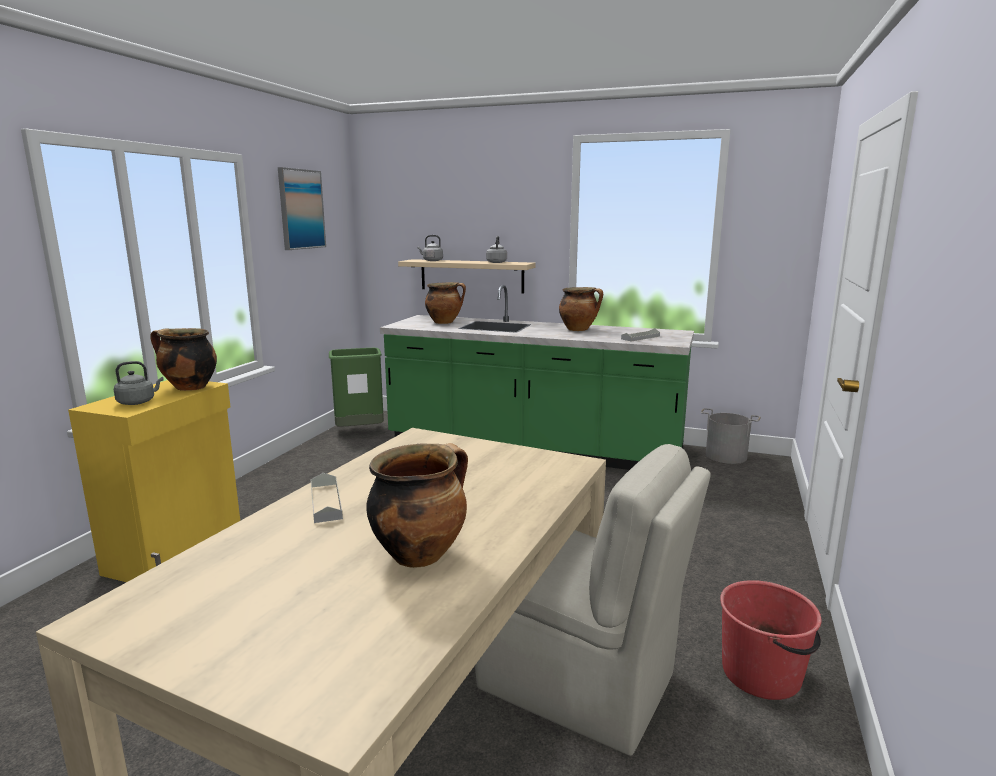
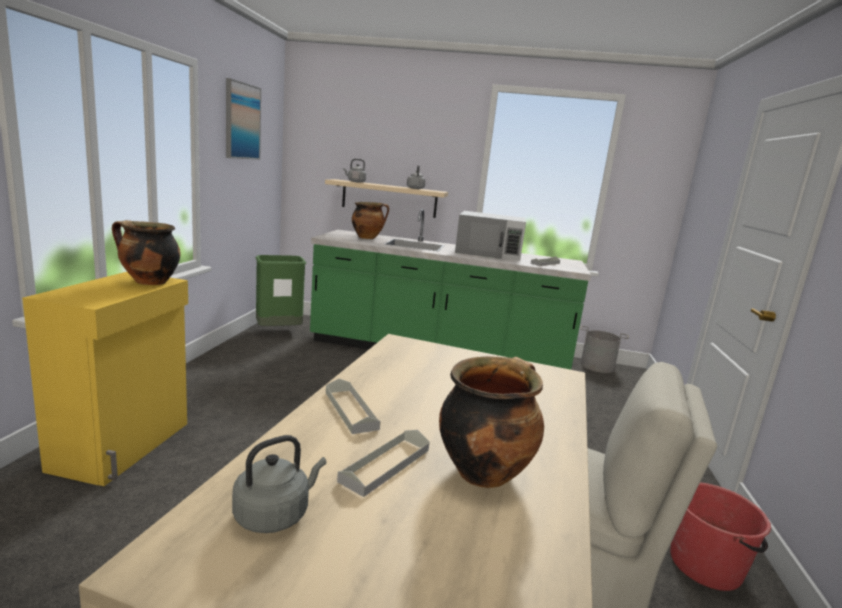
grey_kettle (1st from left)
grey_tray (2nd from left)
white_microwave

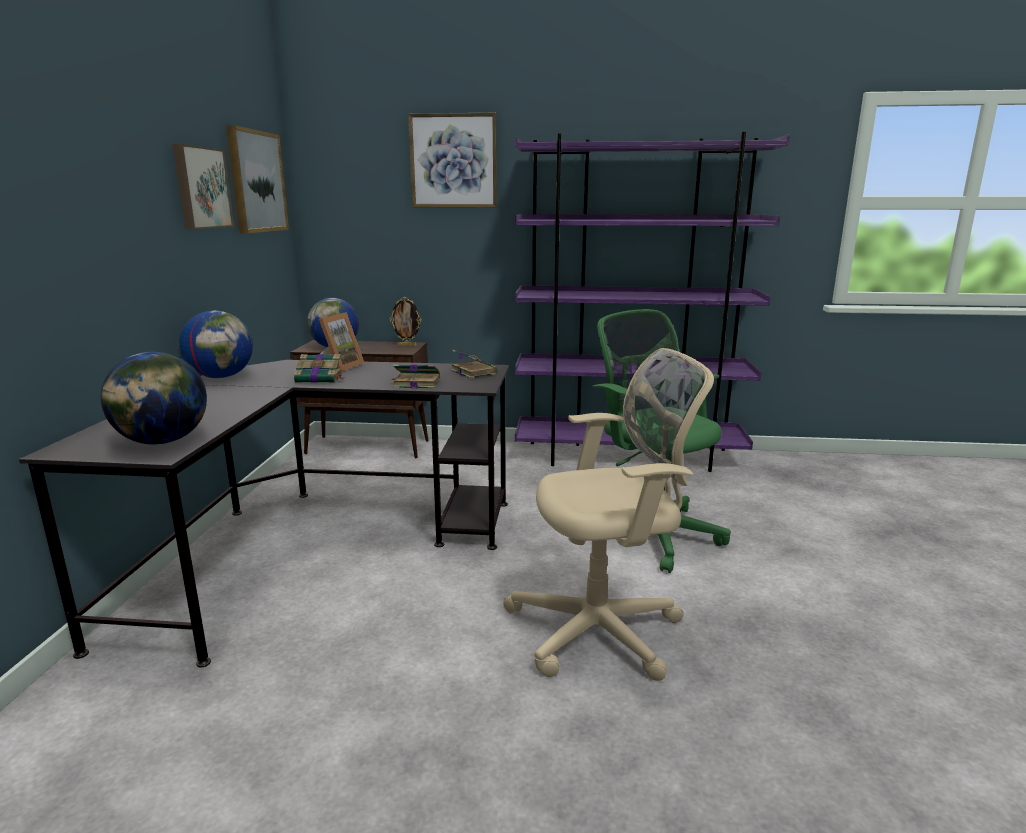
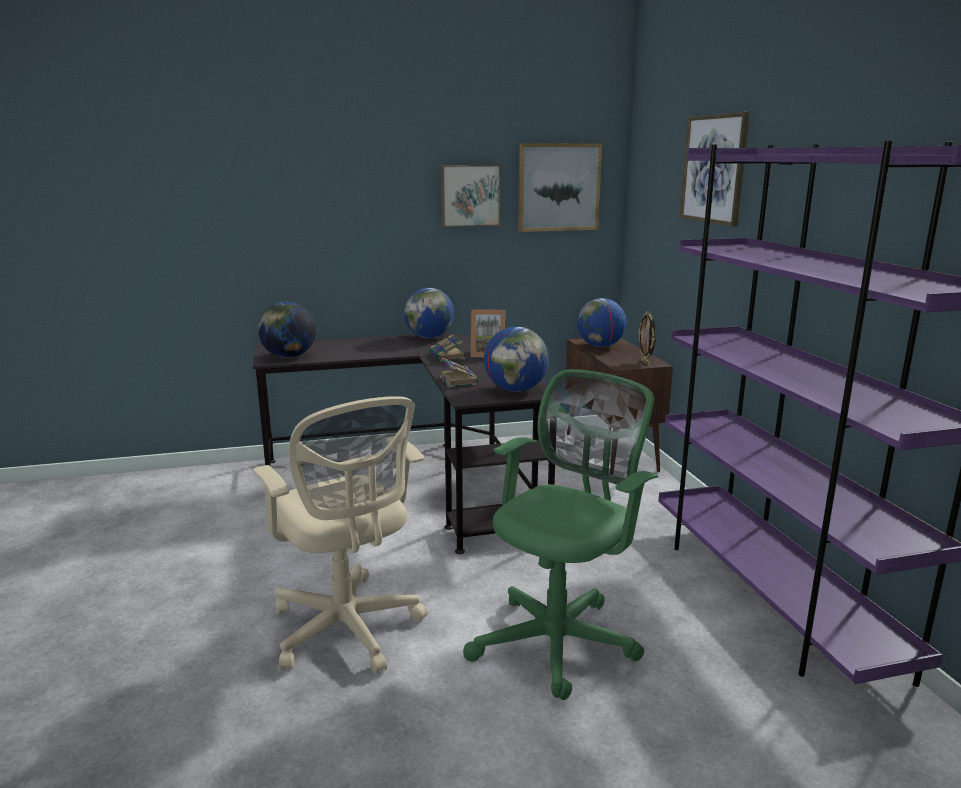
globe (3rd from left)

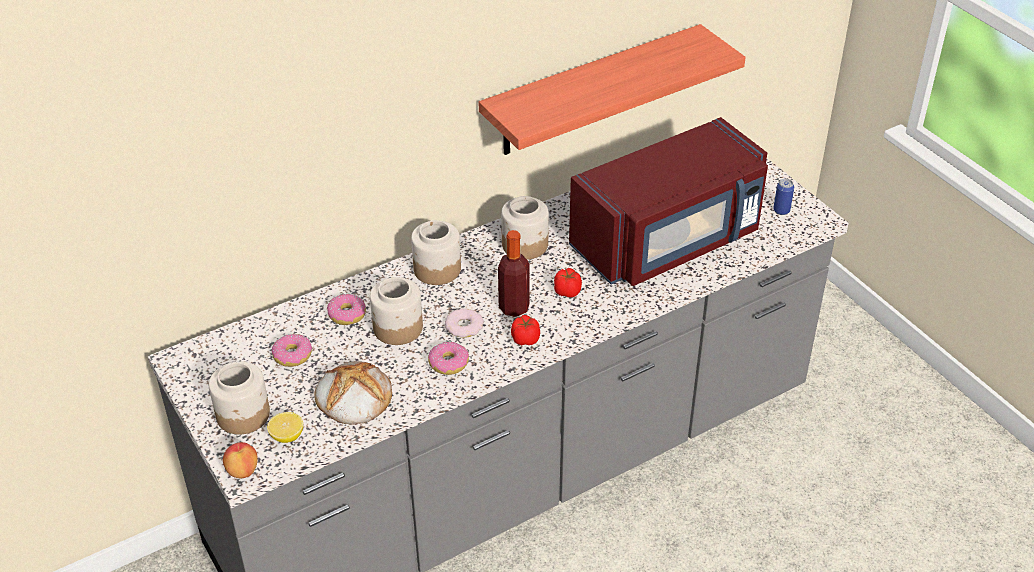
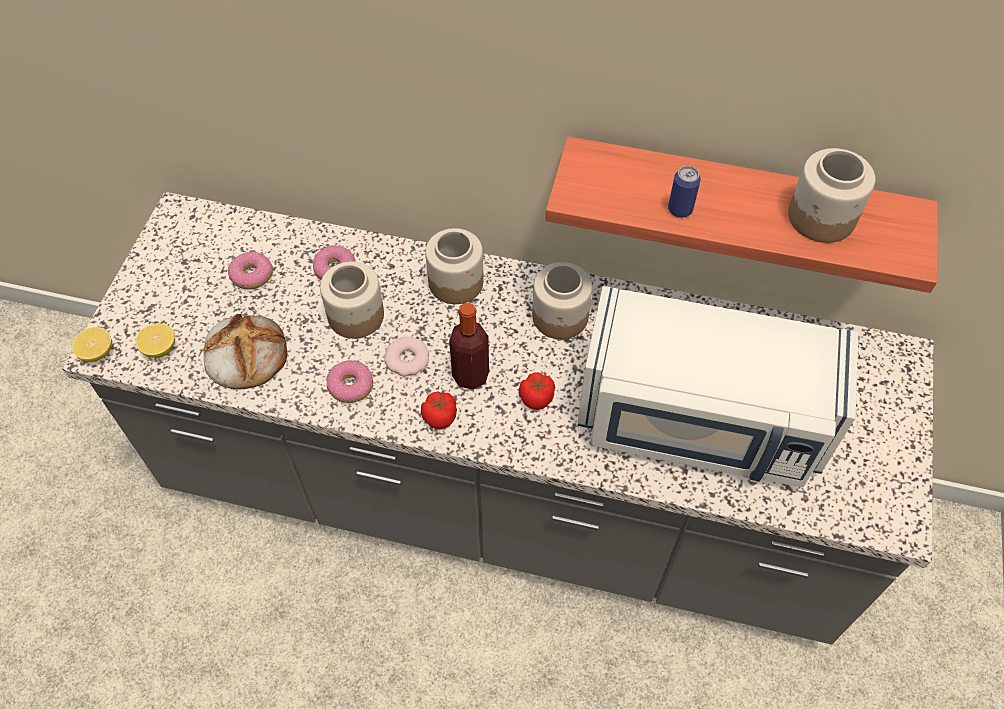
lemon (1st from left)
white_microwave
can
jar (4th from left)

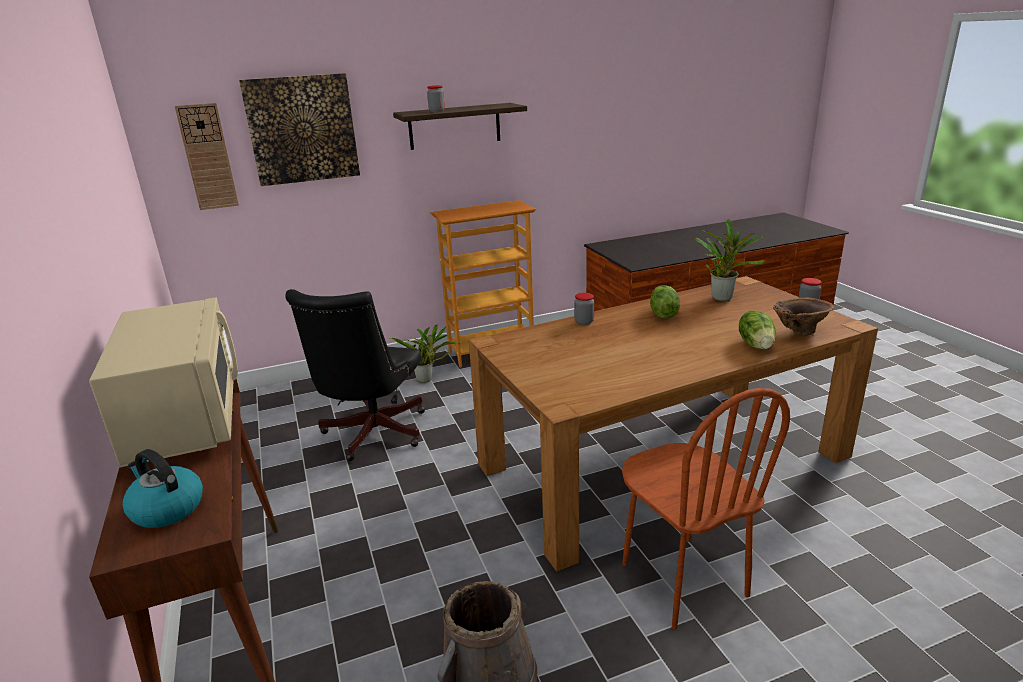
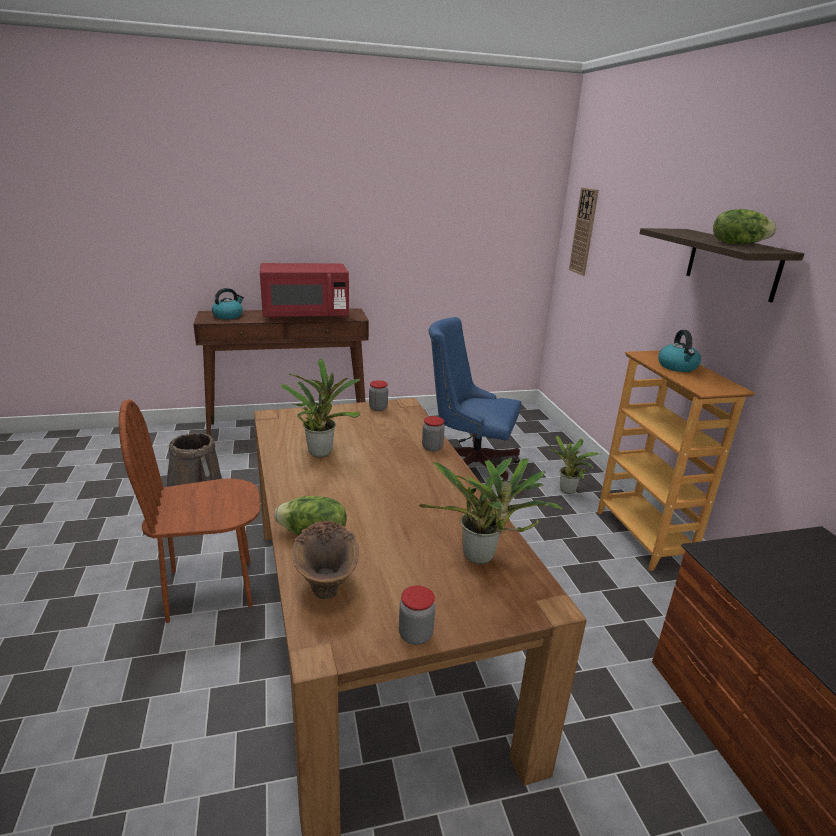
red_microwave
potted_plant (1st from left)
jar (1st from left)
blue_office_chair
kettle (2nd from left)
lettuce (2nd from left)
picture

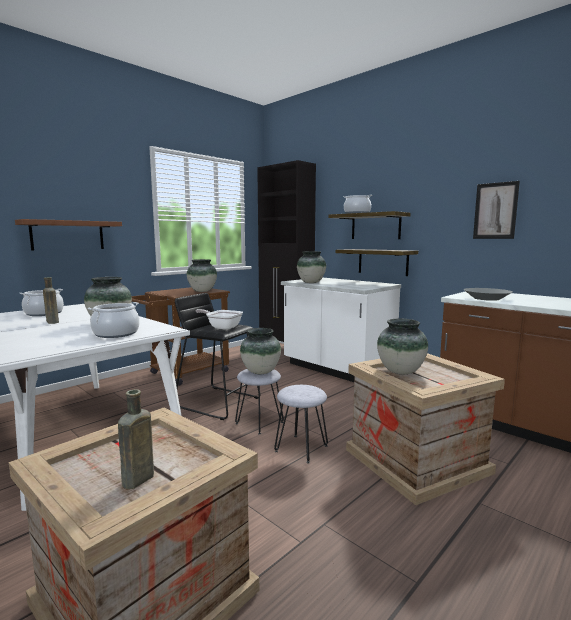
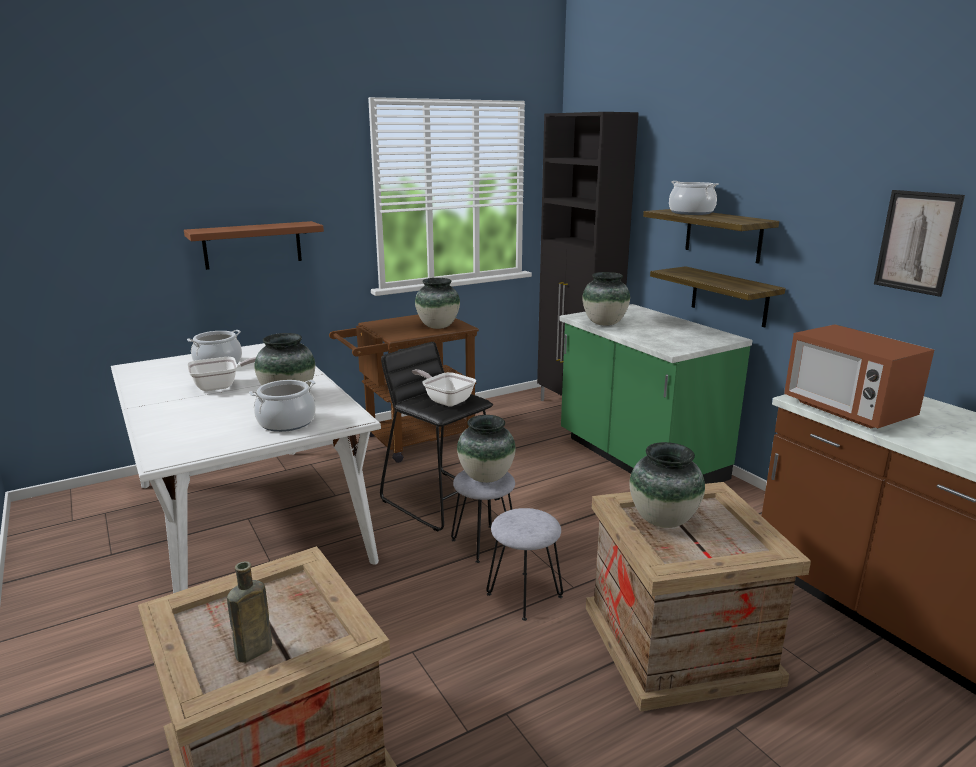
frying_pan (1st from left)
green_counter
microwave

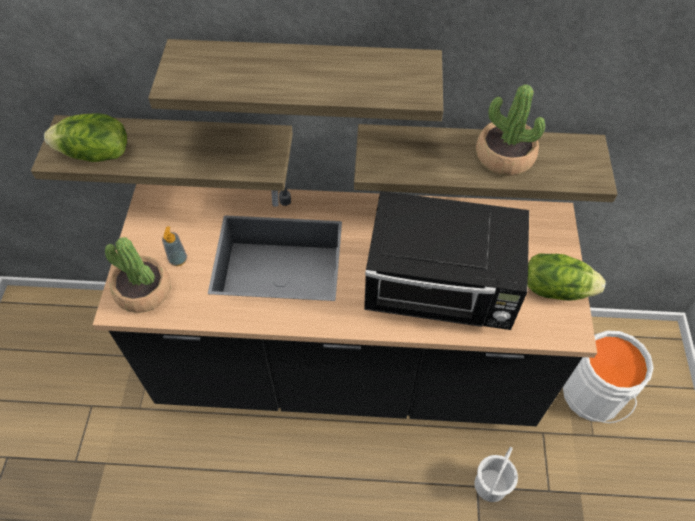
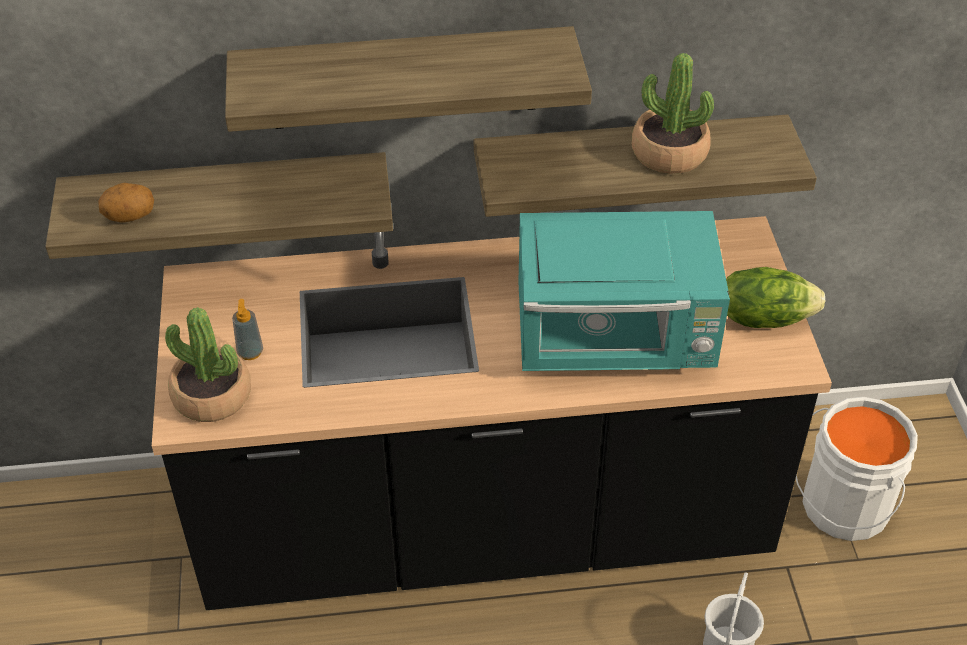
potato
turquoise_microwave

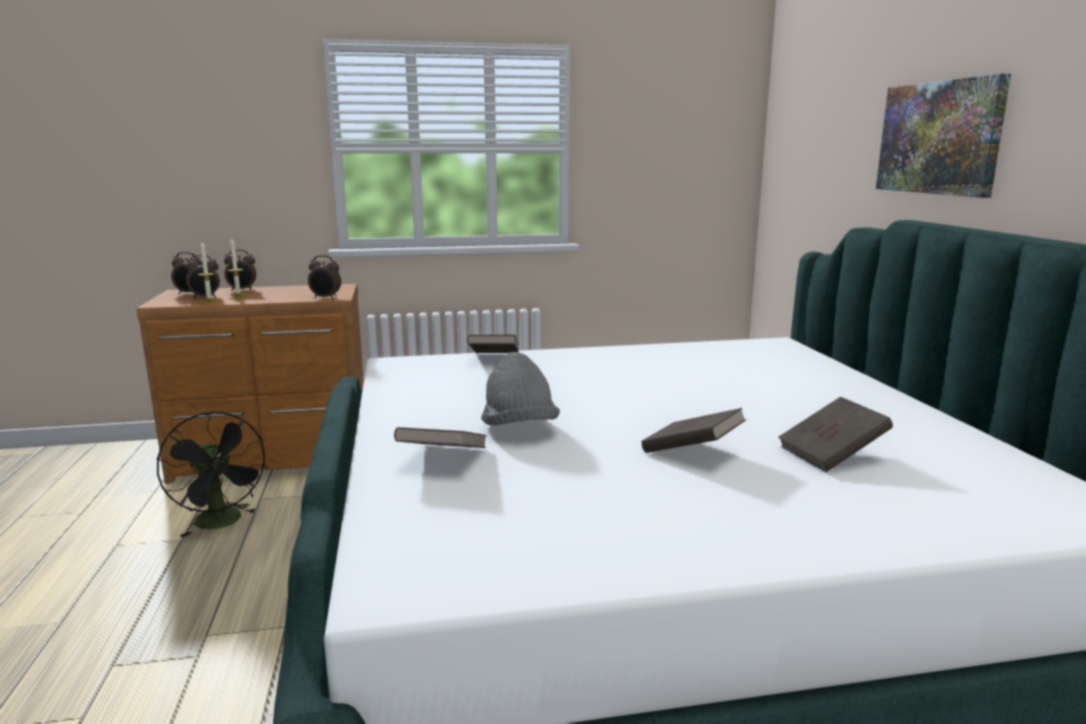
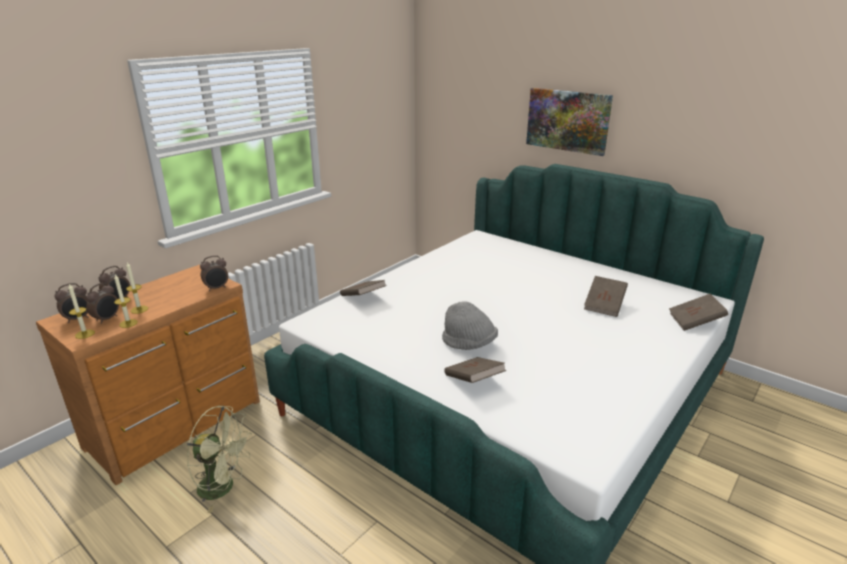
candle (1st from left)
green_fan
brown_book (4th from left)

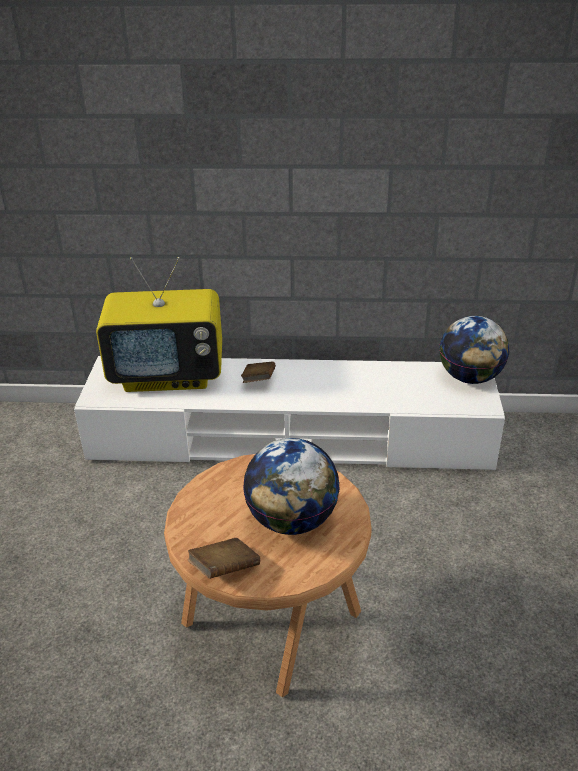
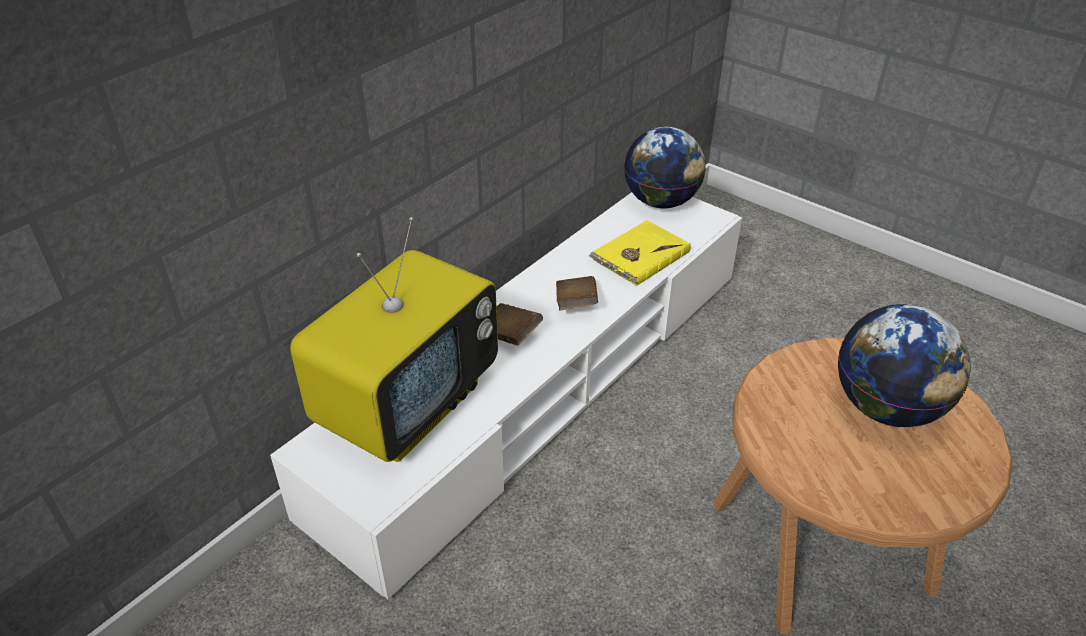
brown_book (2nd from left)
yellow_book

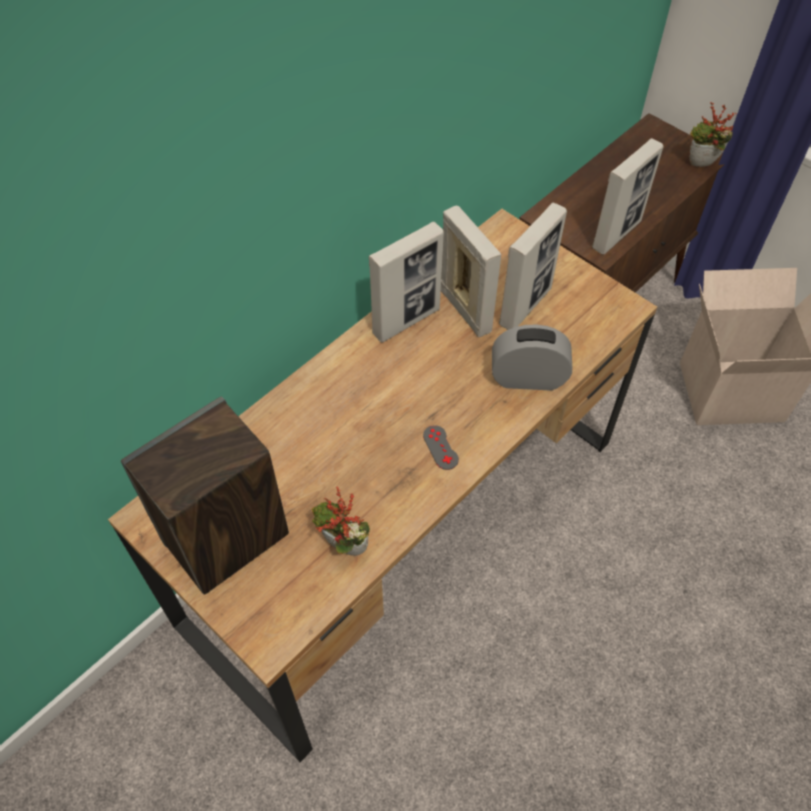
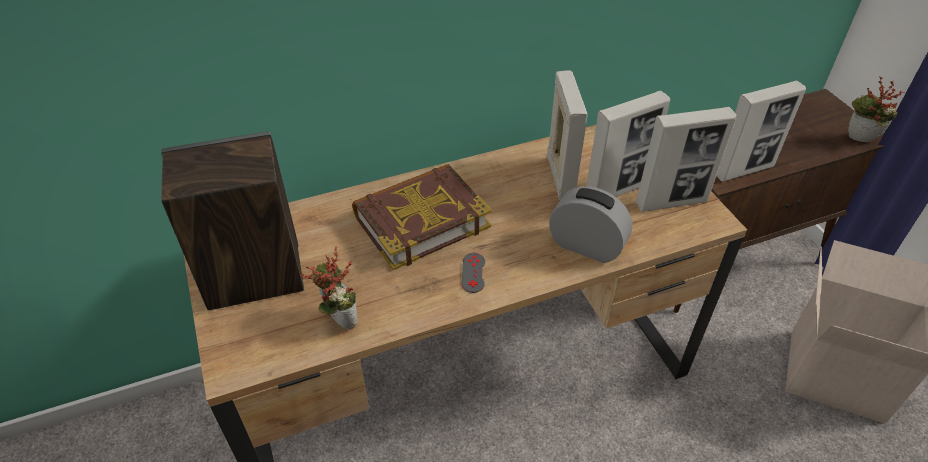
book
picture_frame (3rd from left)

